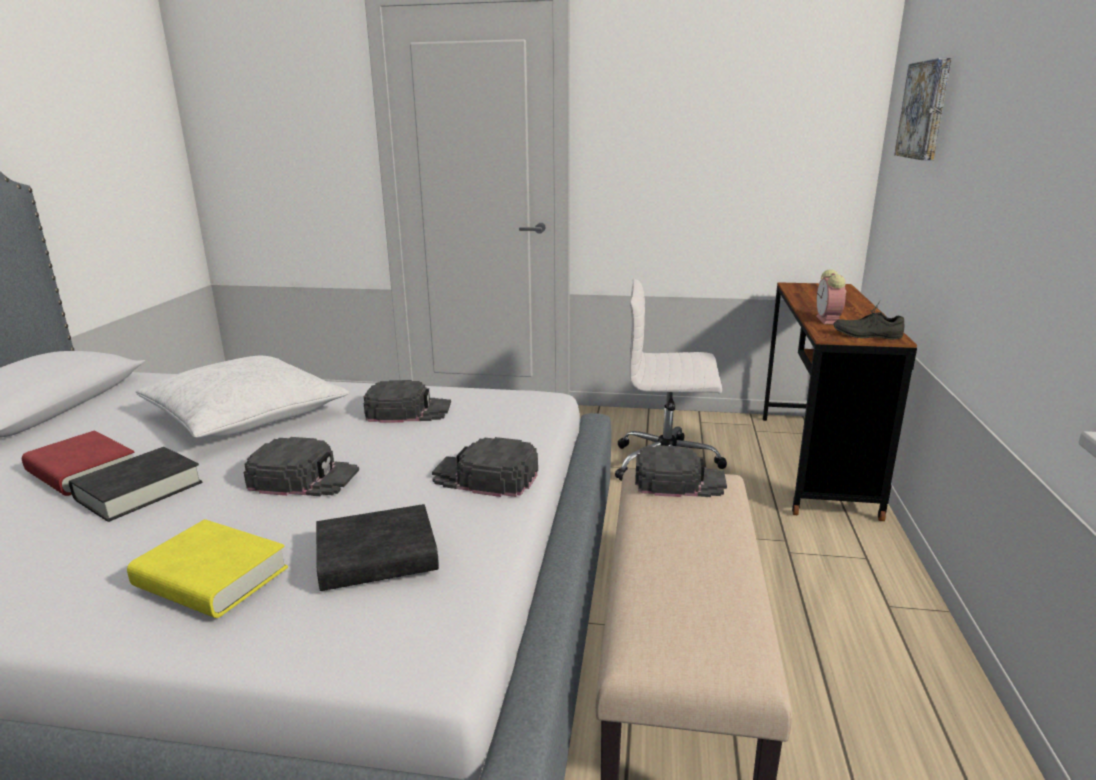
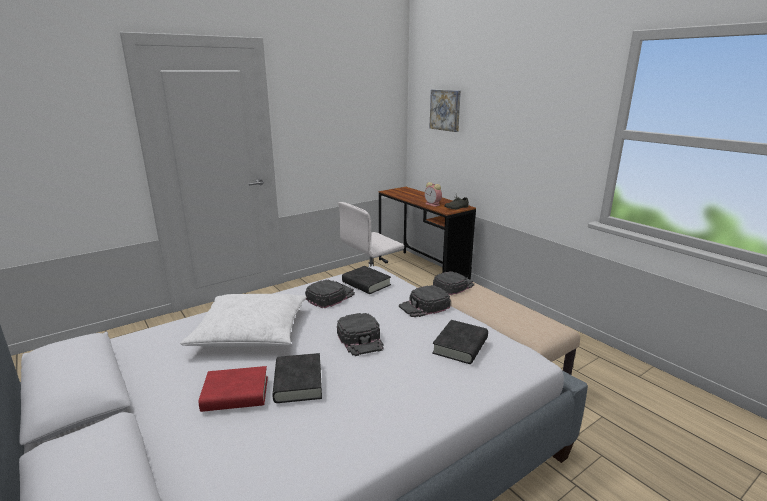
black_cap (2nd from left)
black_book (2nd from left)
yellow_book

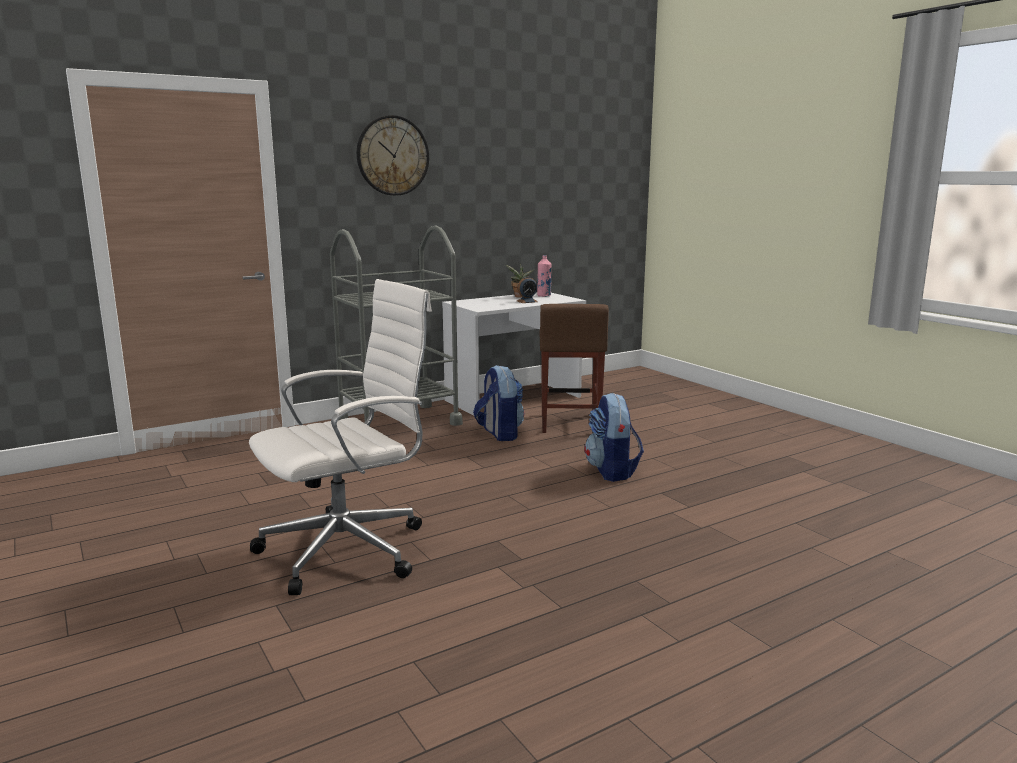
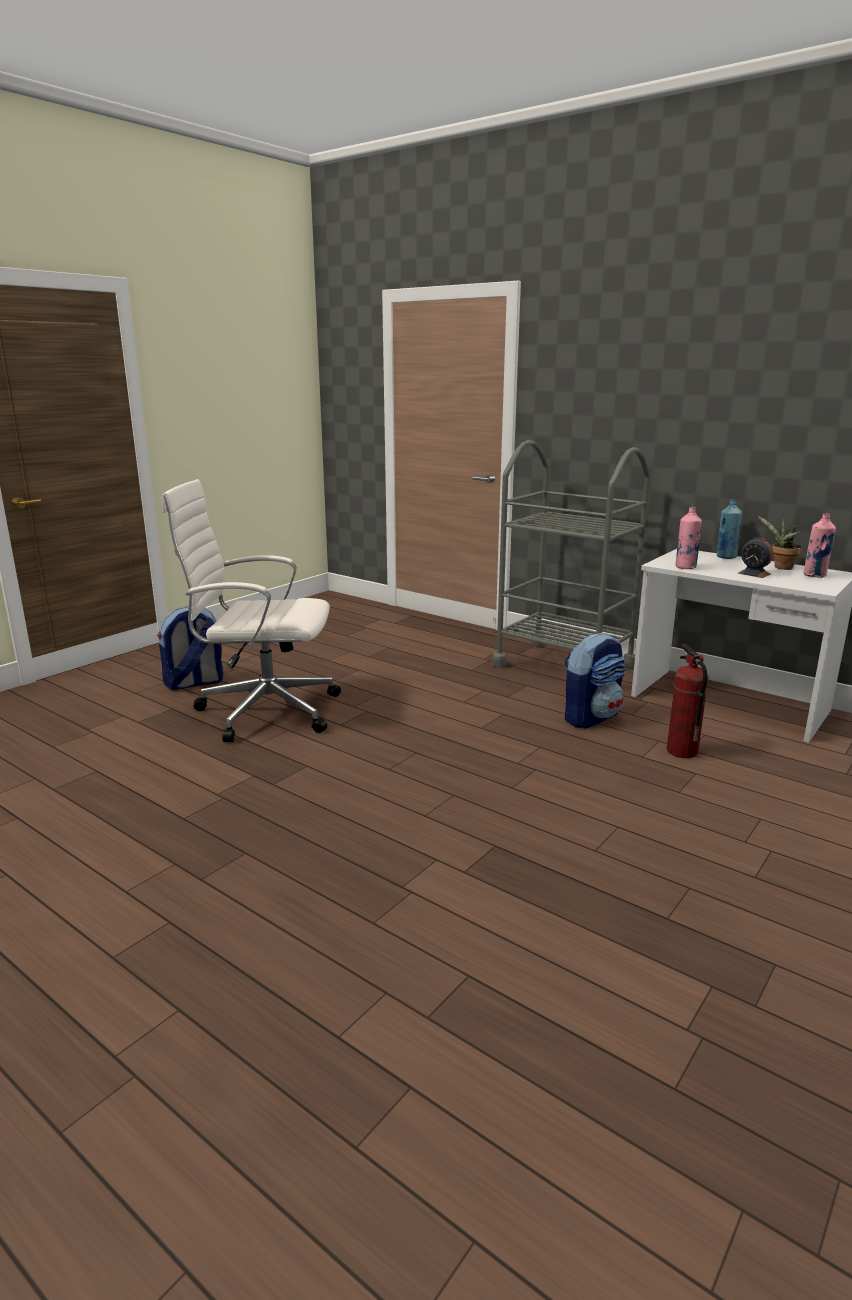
backpack (1st from left)
white_office_chair
fire_extinguisher
pink_bottle (1st from left)
blue_bottle
wall_clock

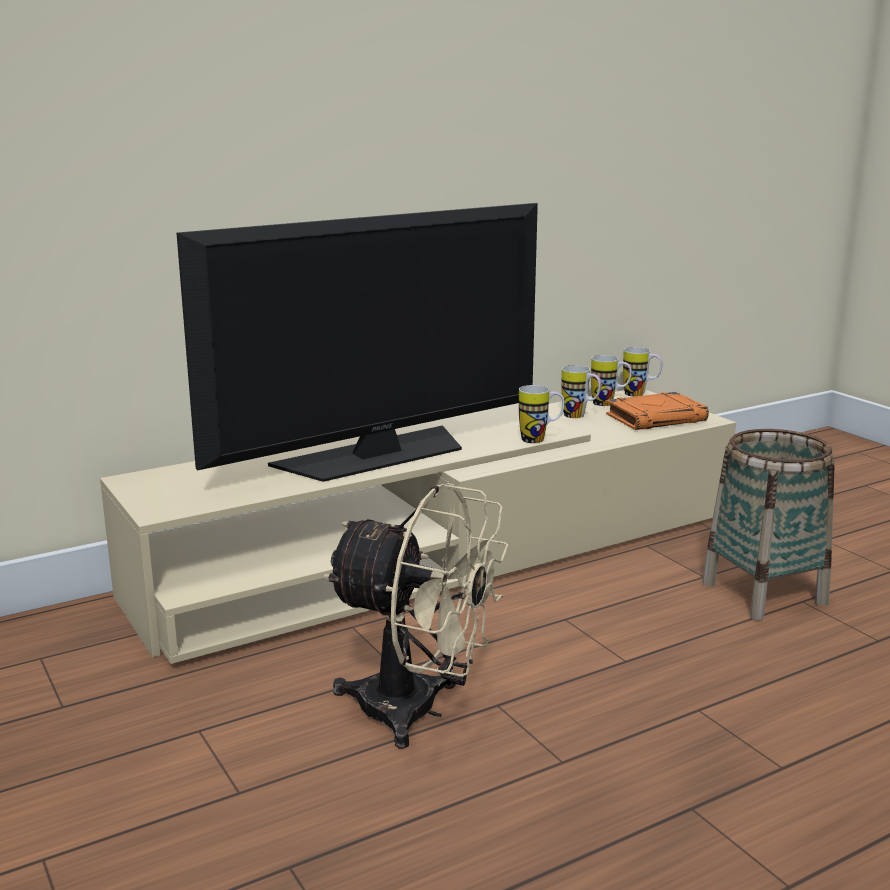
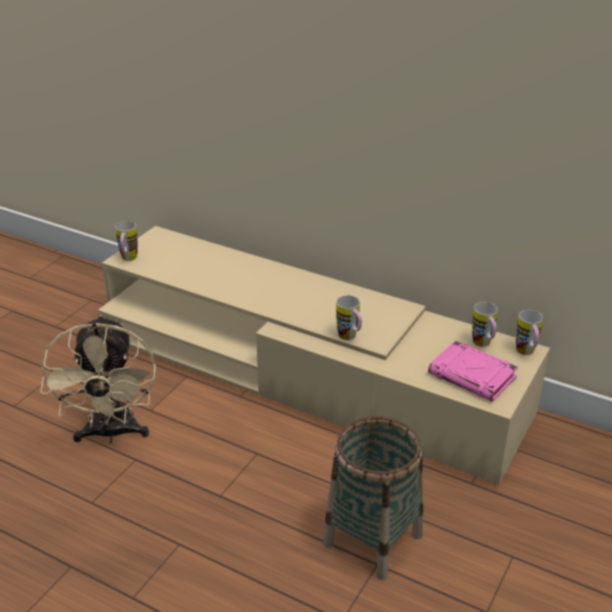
mug (1st from left)
pink_book
television

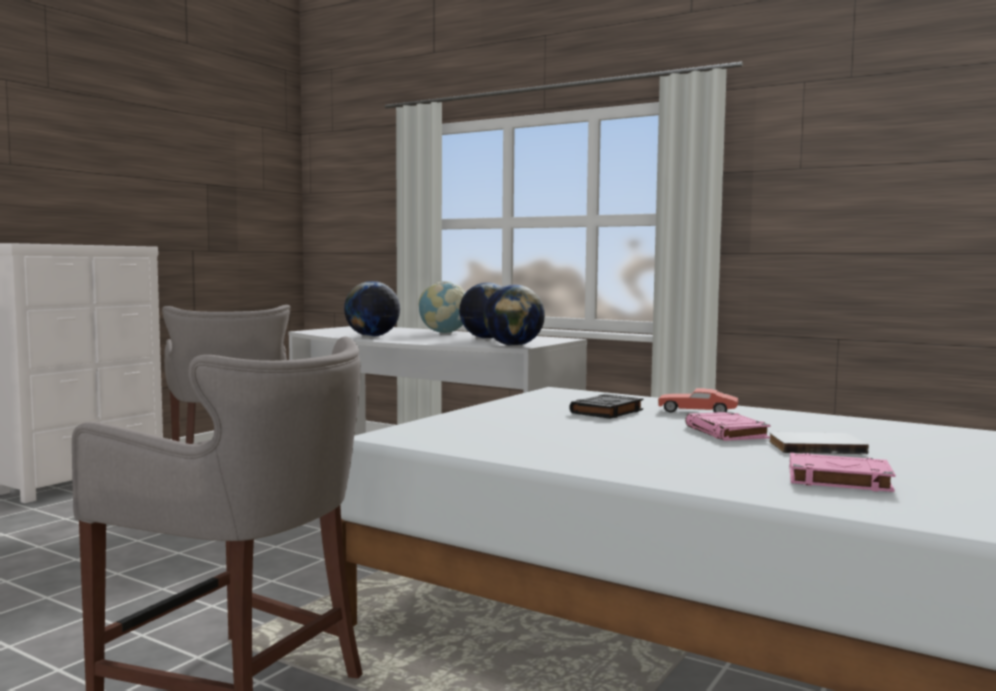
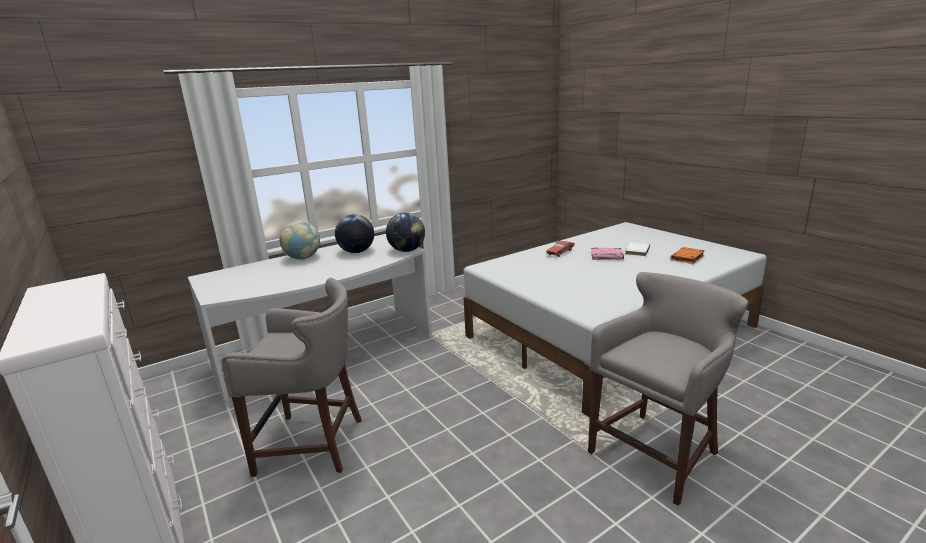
orange_book
globe (1st from left in the first image)
black_book

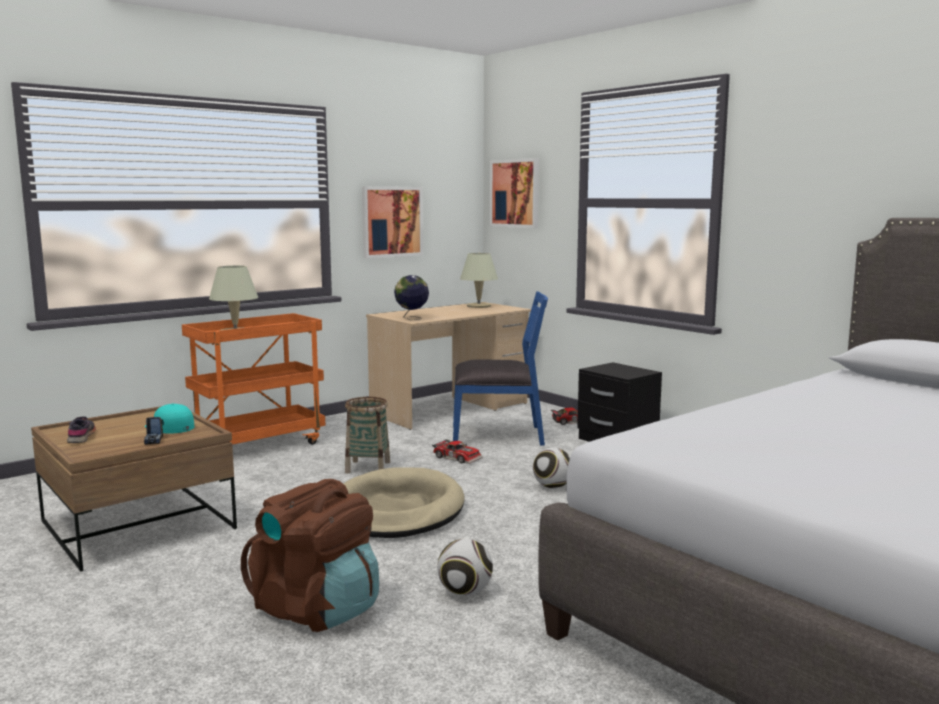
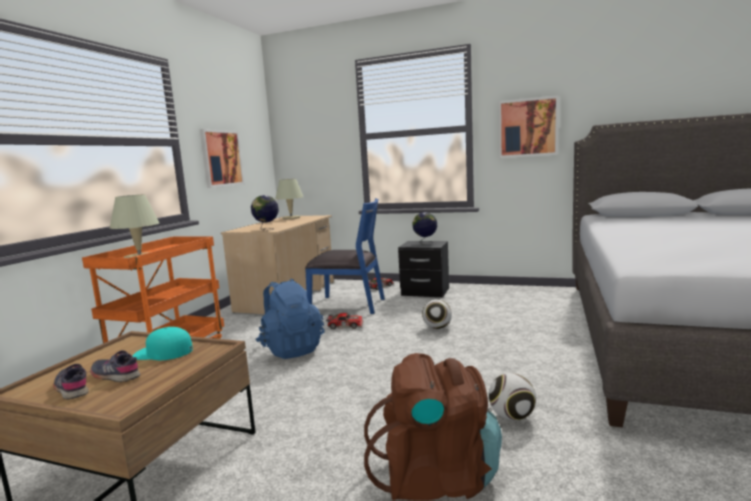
grey_shoe (2nd from left)
blue_backpack
blue_chair
globe (2nd from left)
picture (2nd from left)
toy_truck
beige_dog_bed

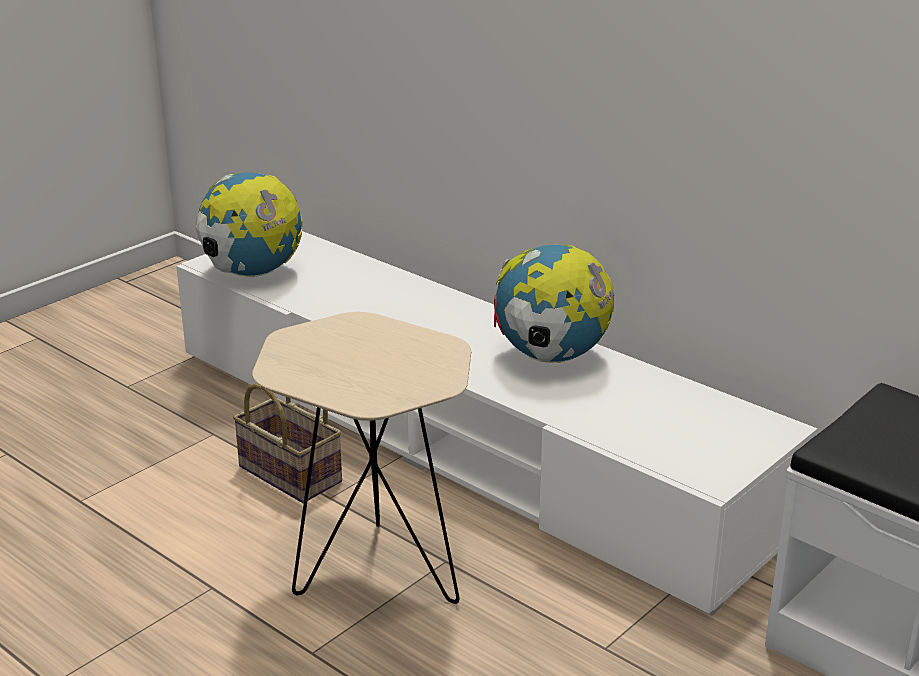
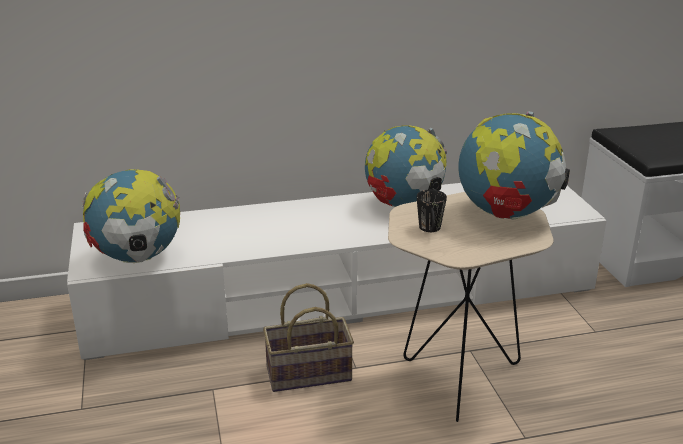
black_mug
globe (3rd from left)

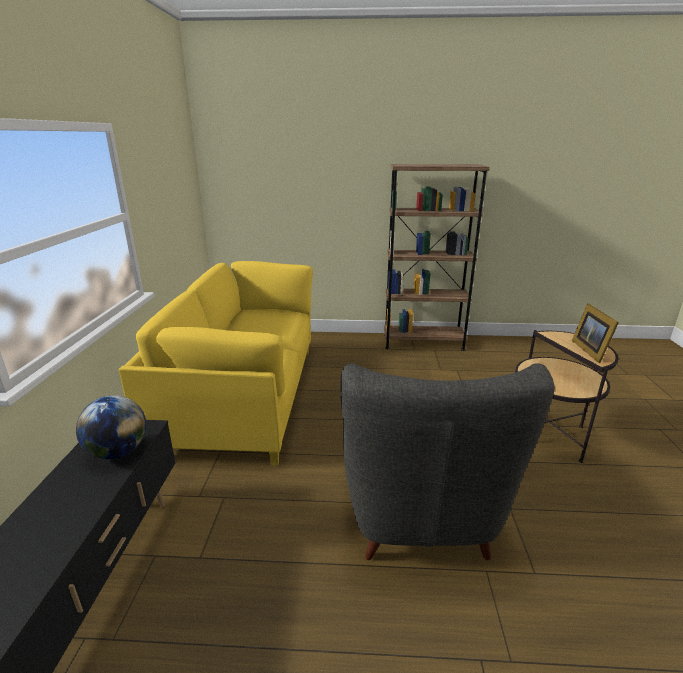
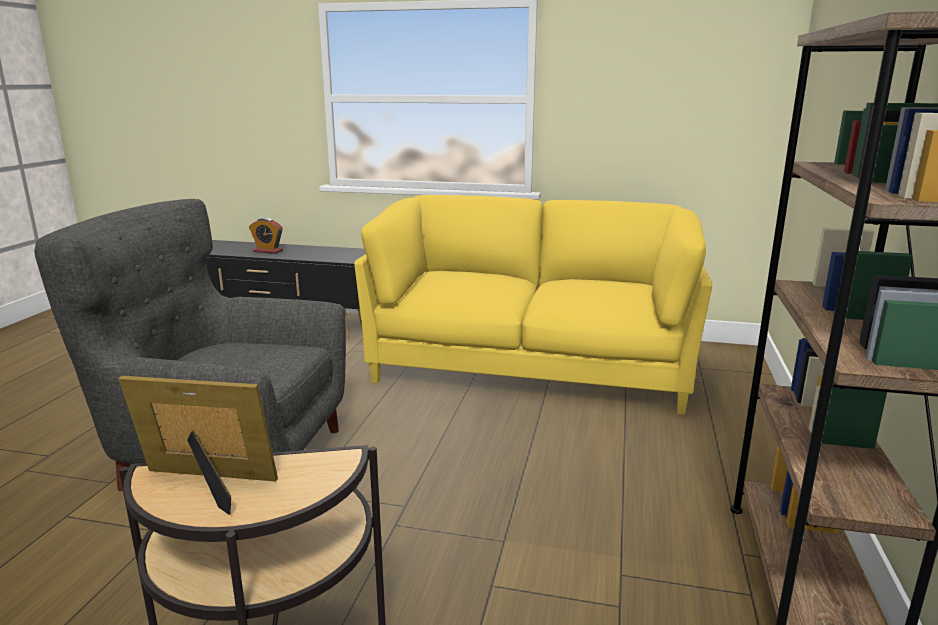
alarm_clock
globe

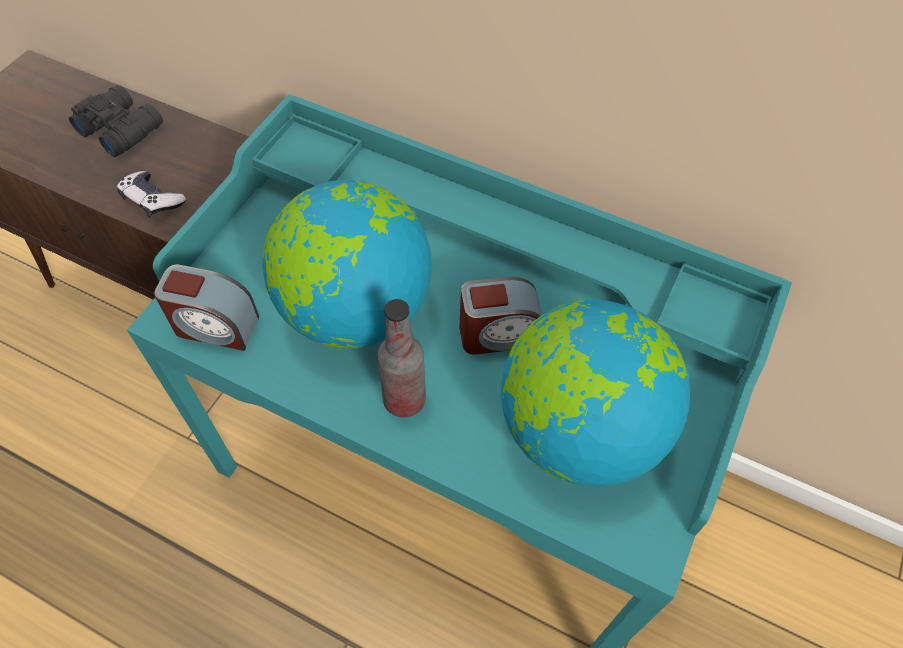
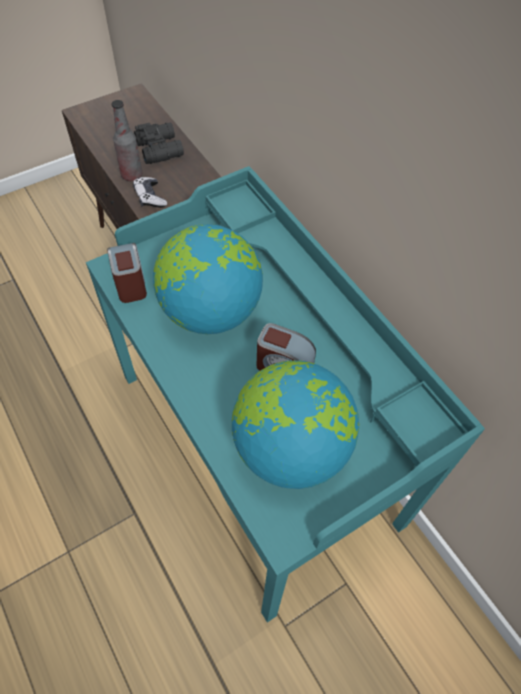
alarm_clock (1st from left)
bottle

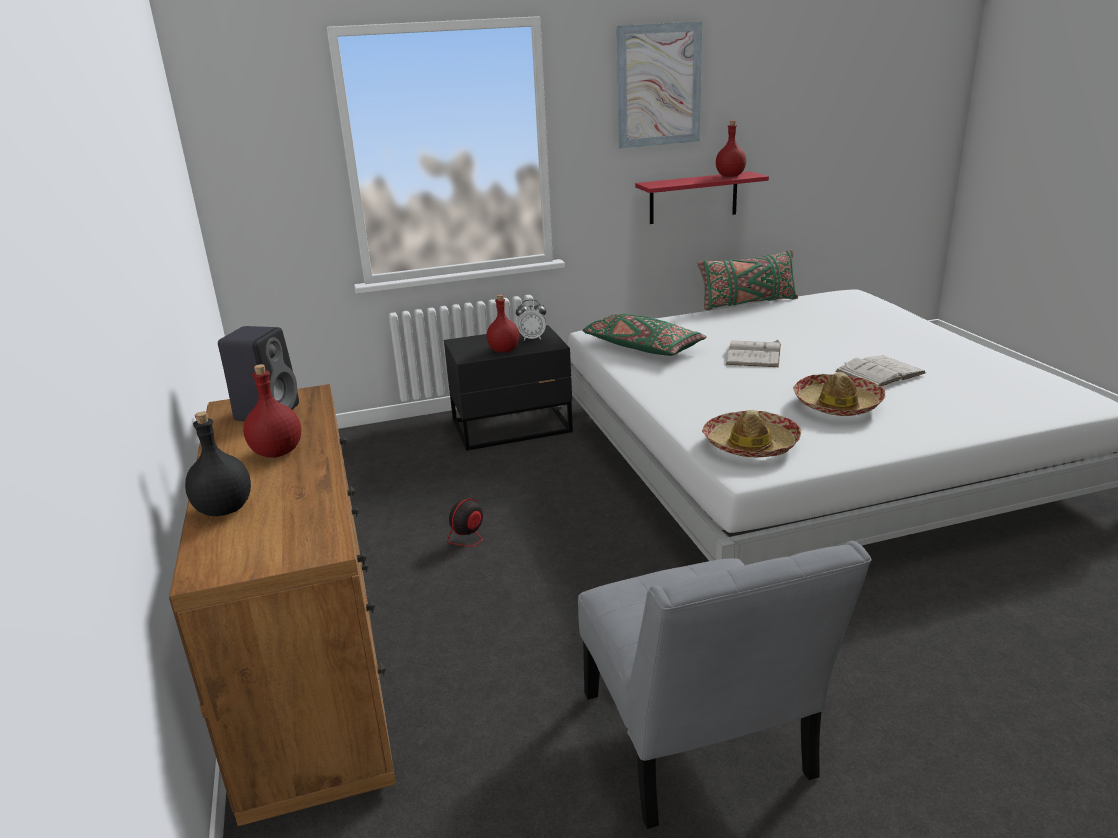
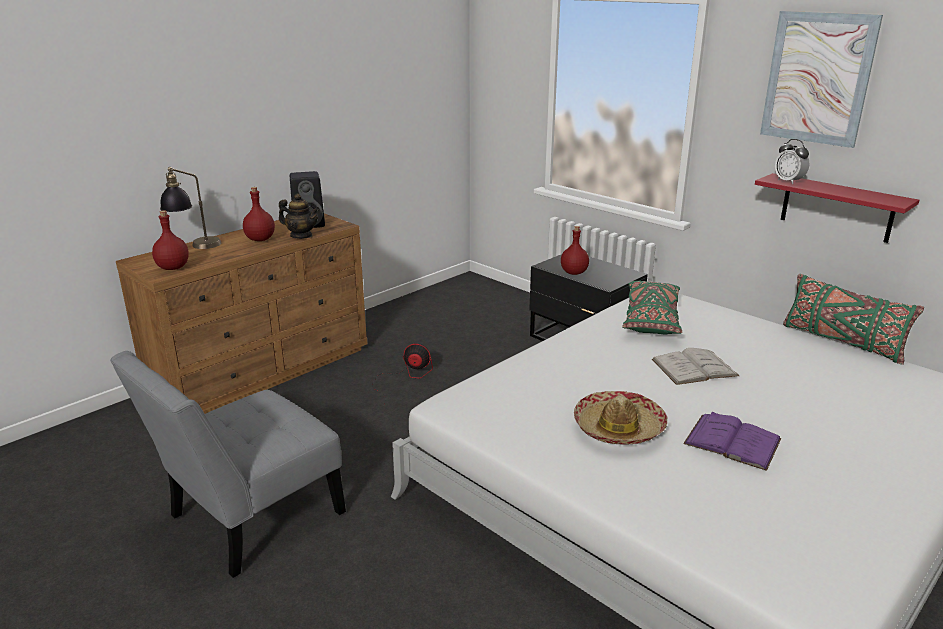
red_bottle (1st from left)
table_lamp
teapot
purple_book
alarm_clock
hat (1st from left in the first image)

